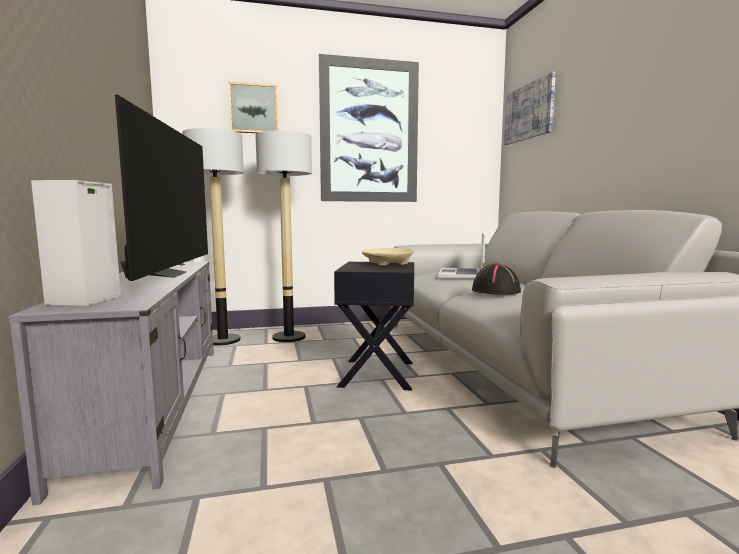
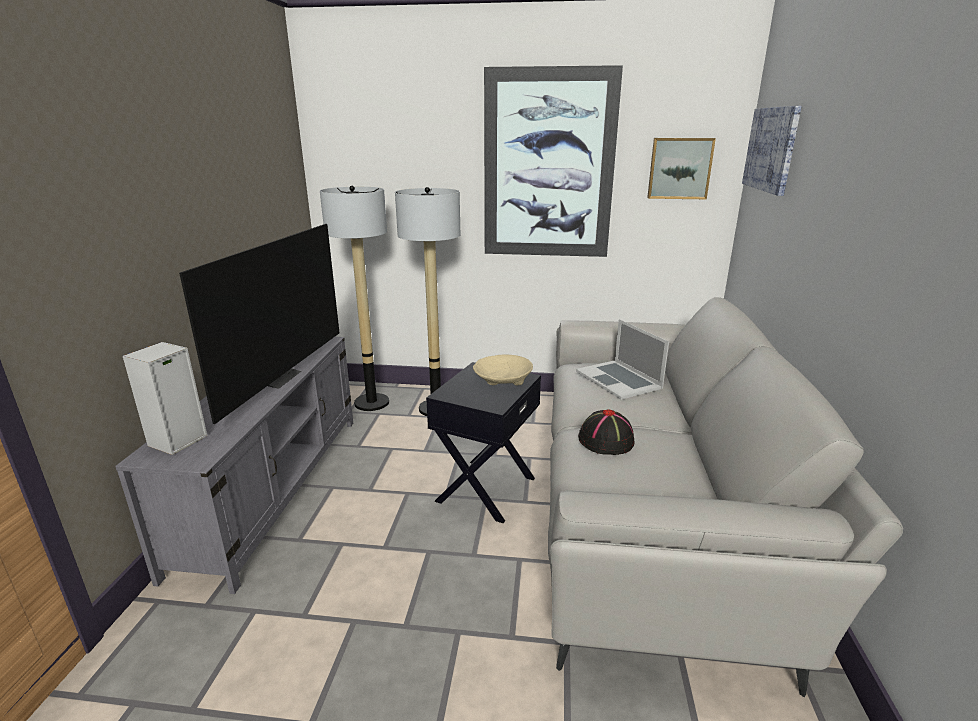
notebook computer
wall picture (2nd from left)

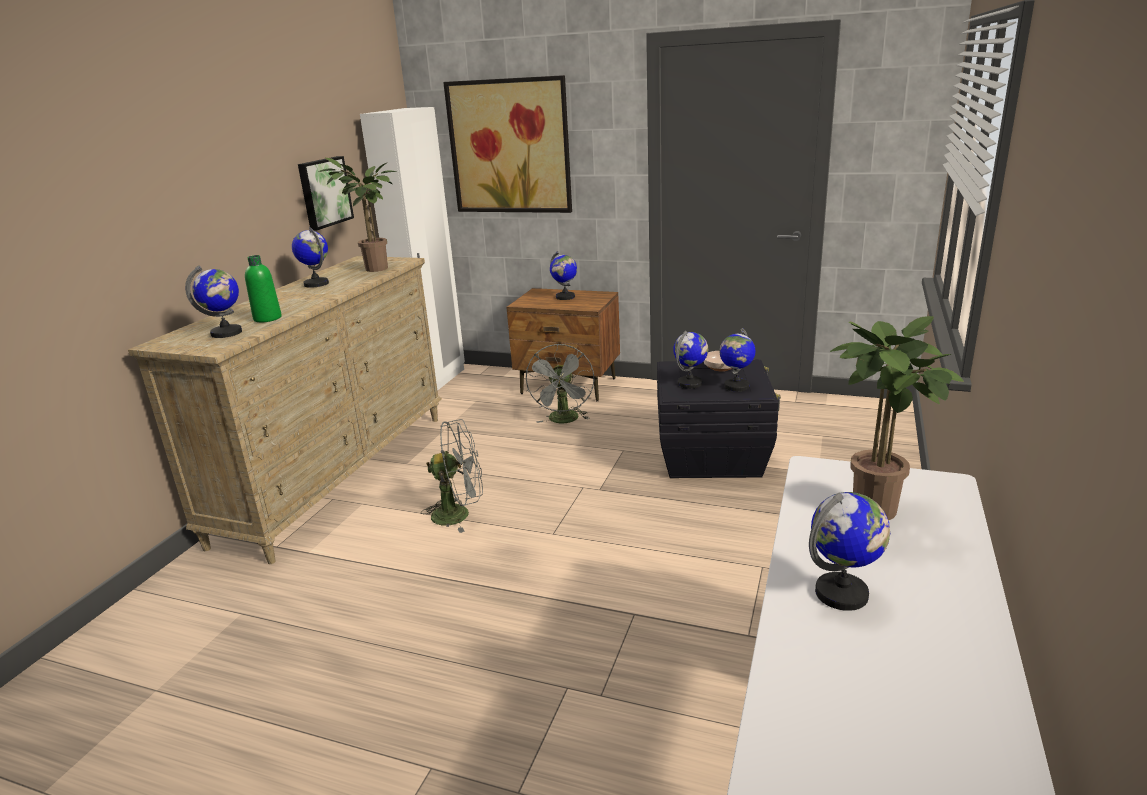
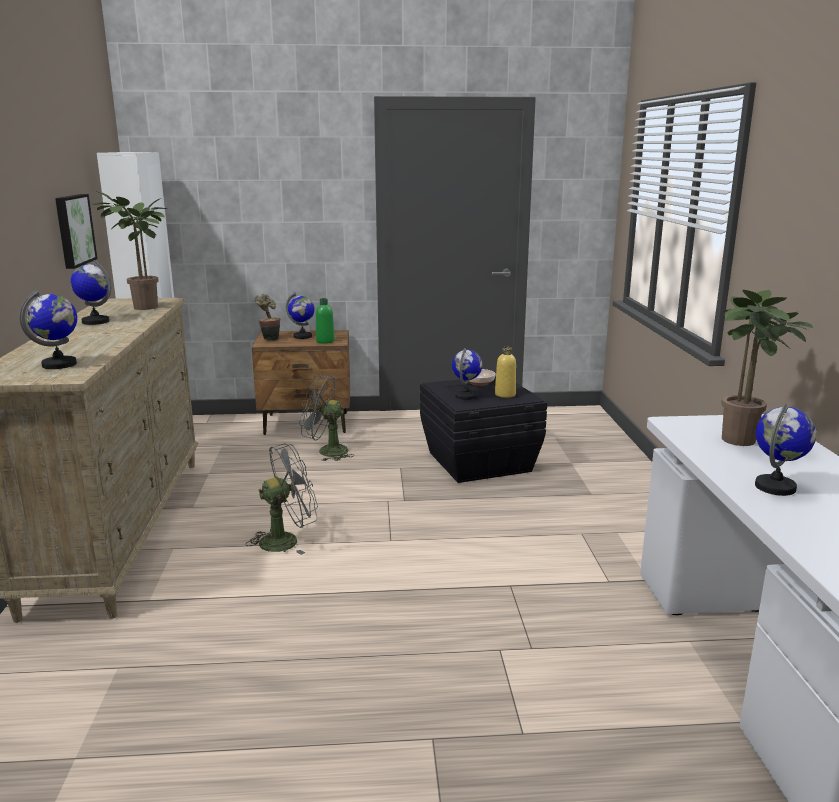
potted plant (2nd from left)
gray cooling fan (2nd from left)
green-coloured bottle
yellowish bottle
wall picture (2nd from left in the first image)

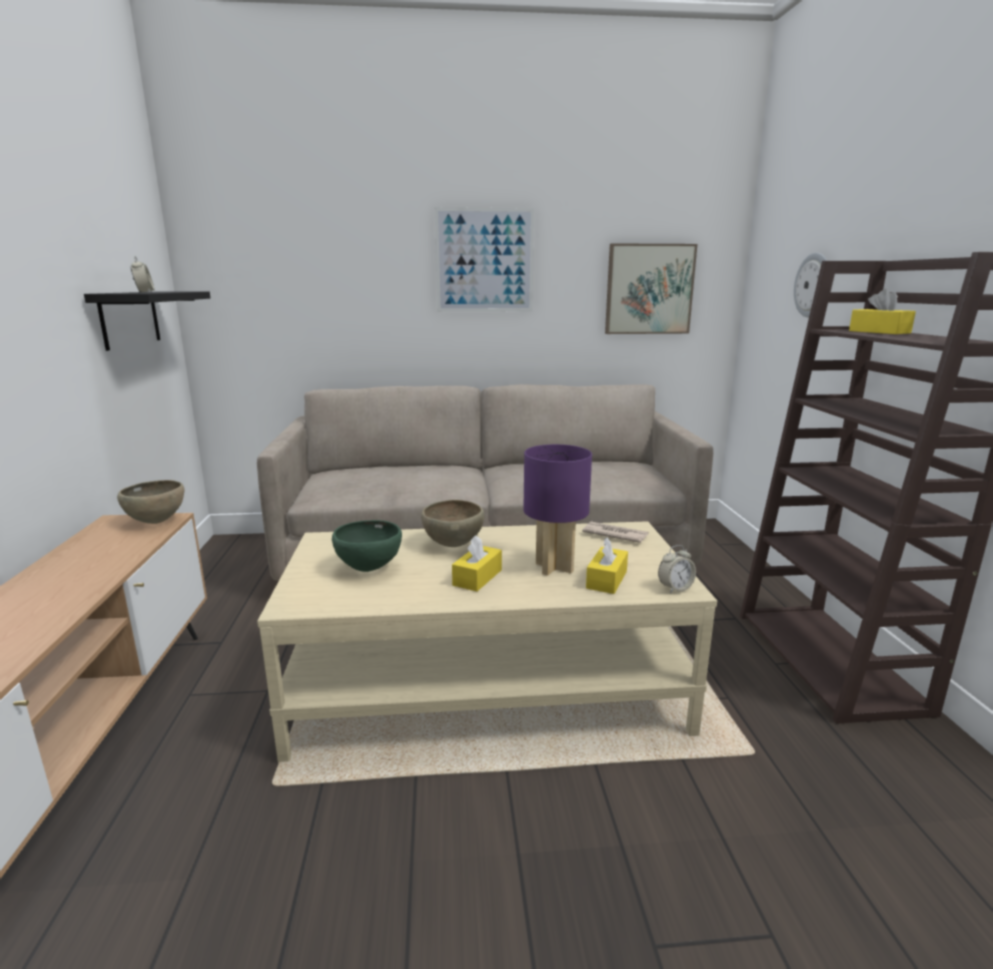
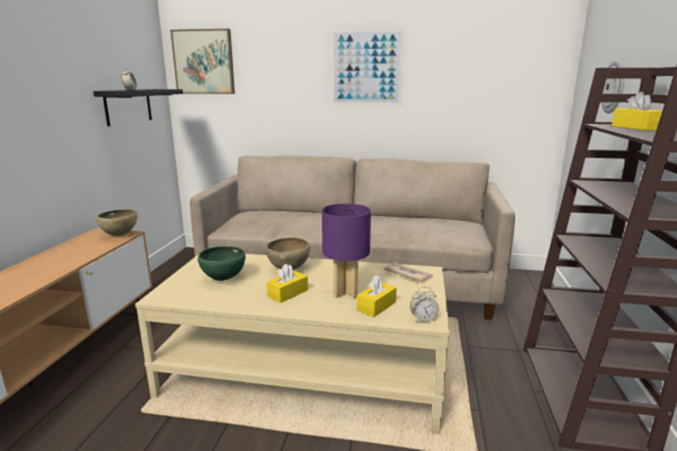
wall picture (1st from left)

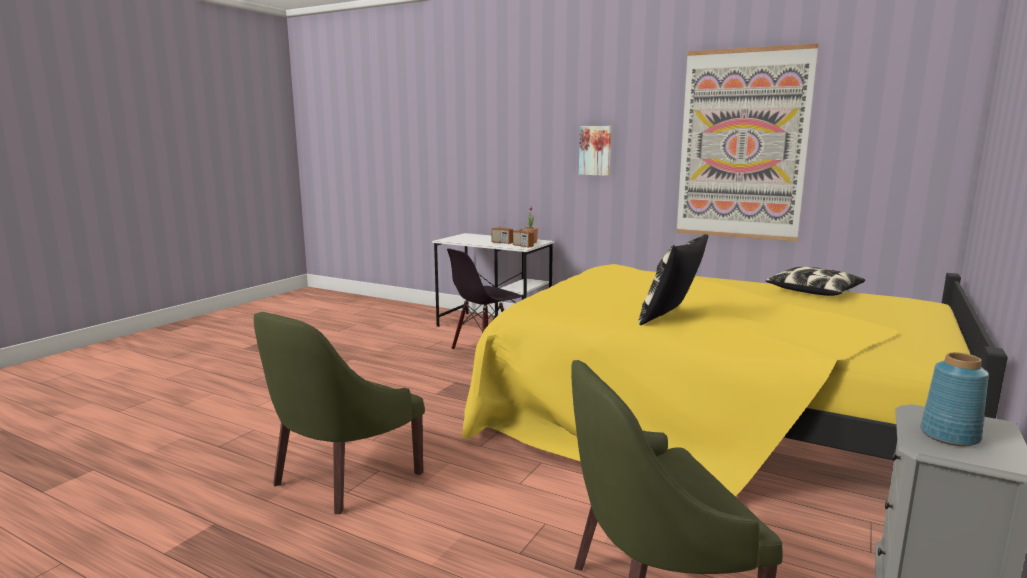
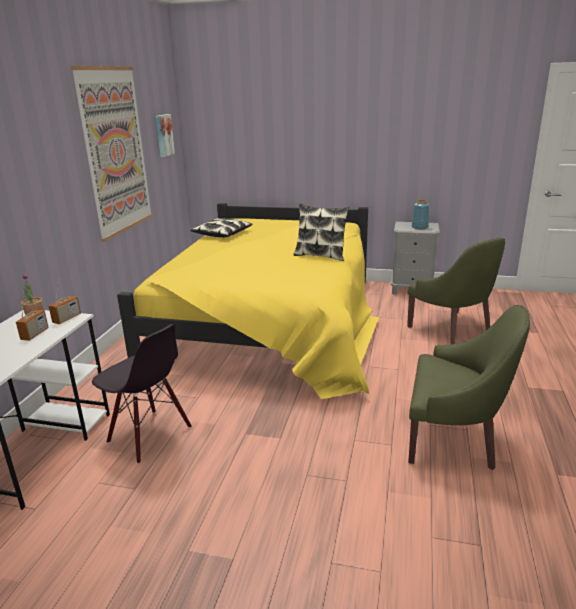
wall picture (2nd from left)

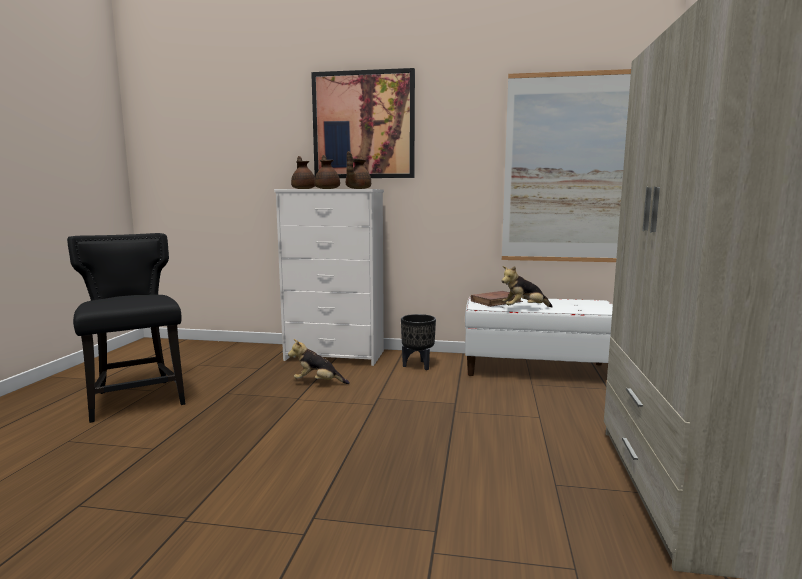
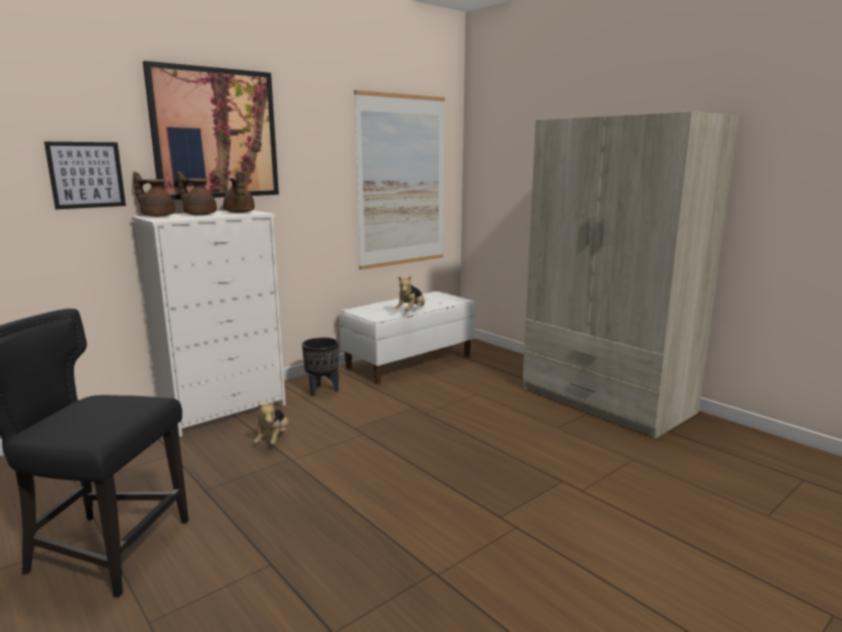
wall picture (1st from left)
plush toy (1st from left)
brownish book

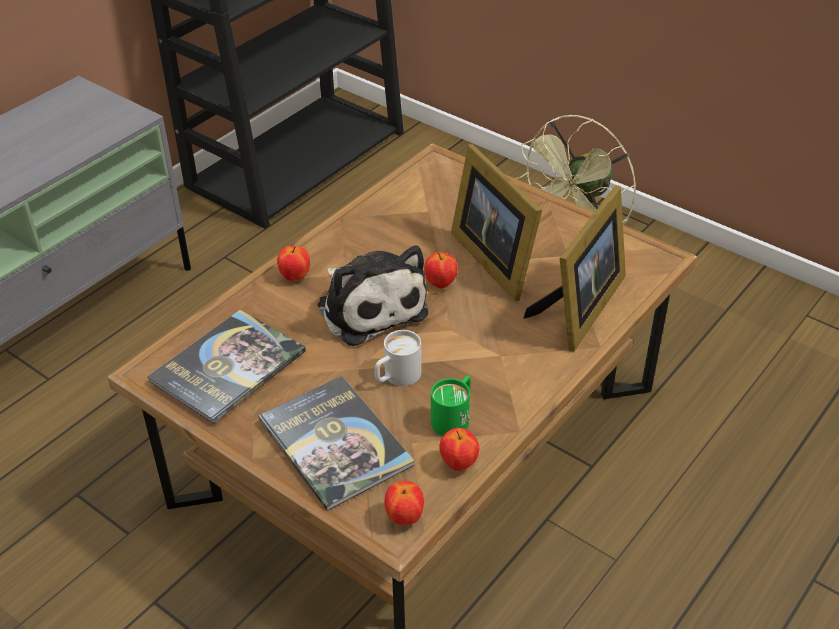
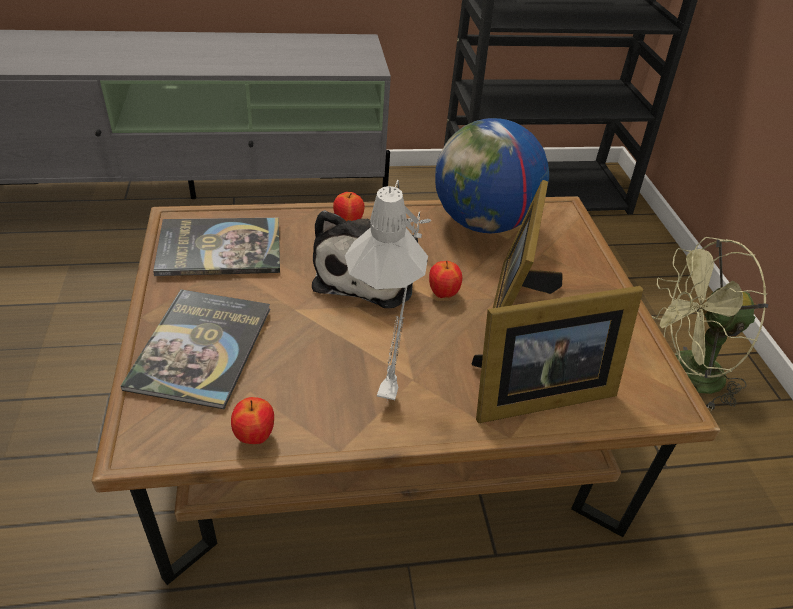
gray tabletop lamp
desk globe
white-coloured tea mug
apple (2nd from left in the first image)
green-coloured tea mug

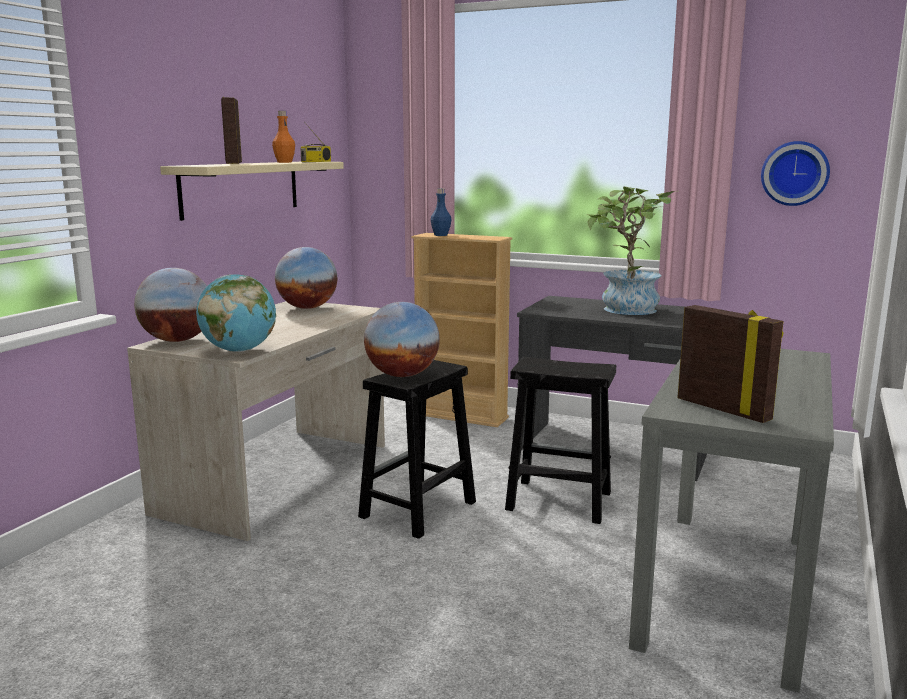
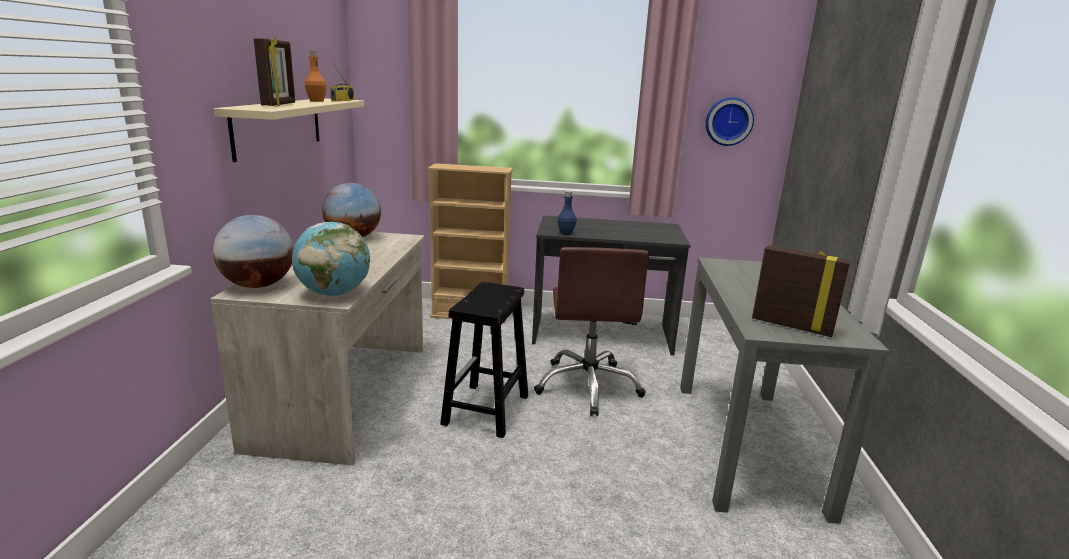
picture frame (1st from left)
brownish office chair
bluish bottle
desk globe (4th from left in the first image)
potted plant

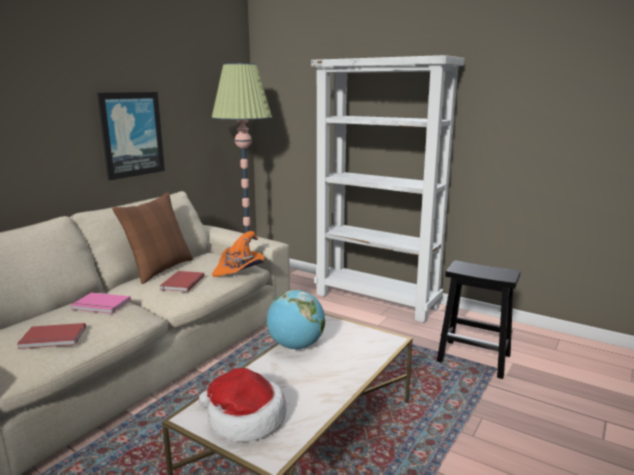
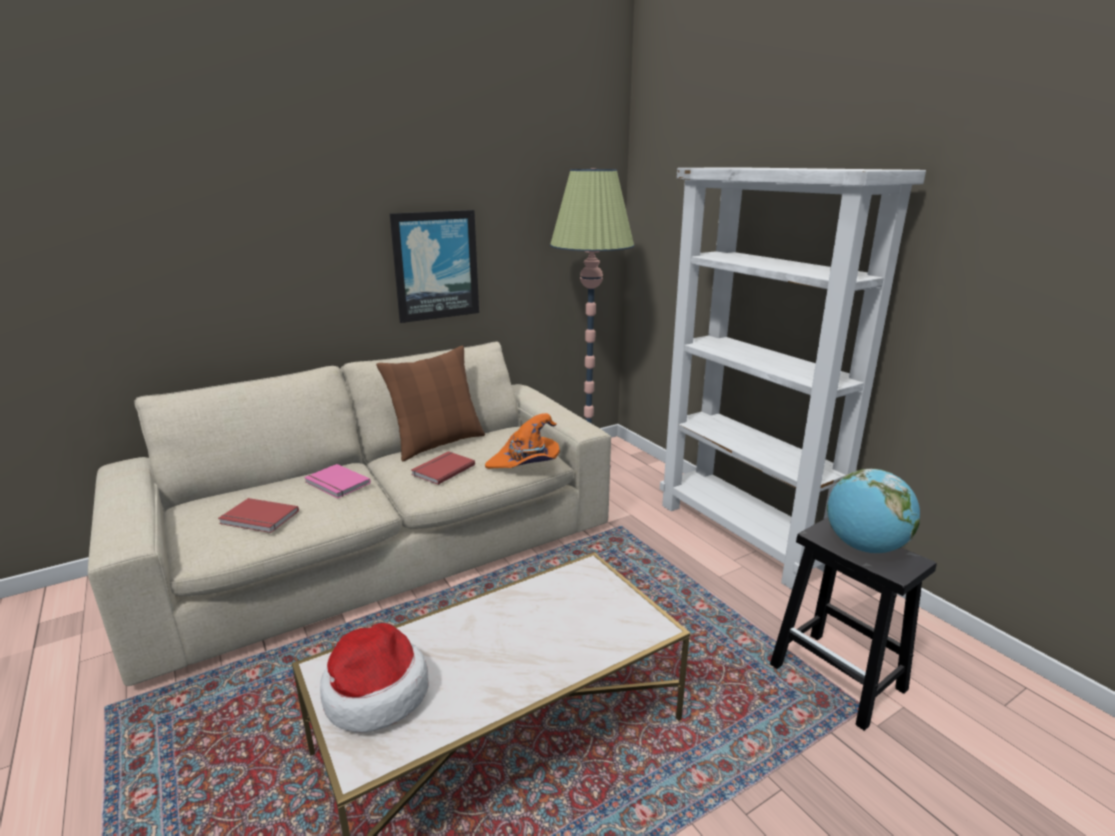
desk globe

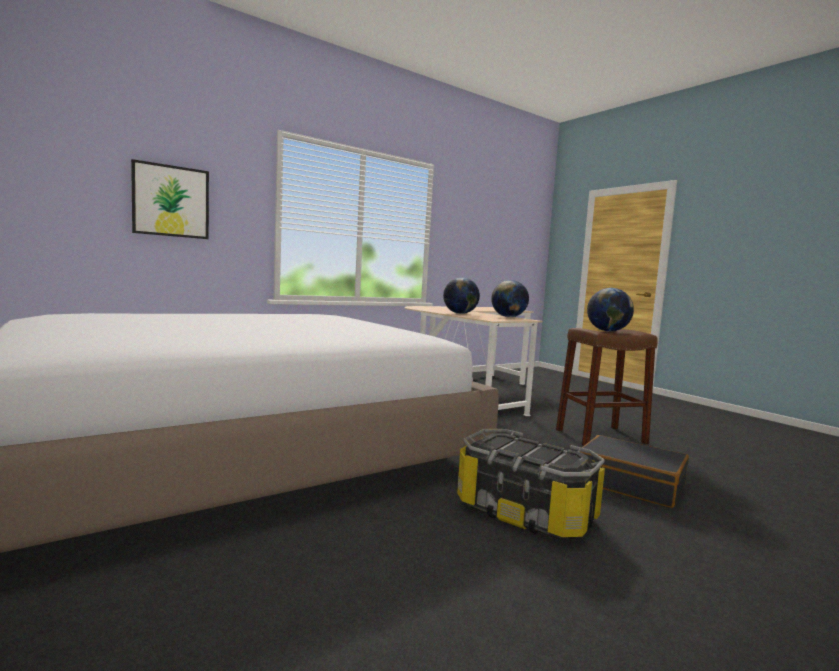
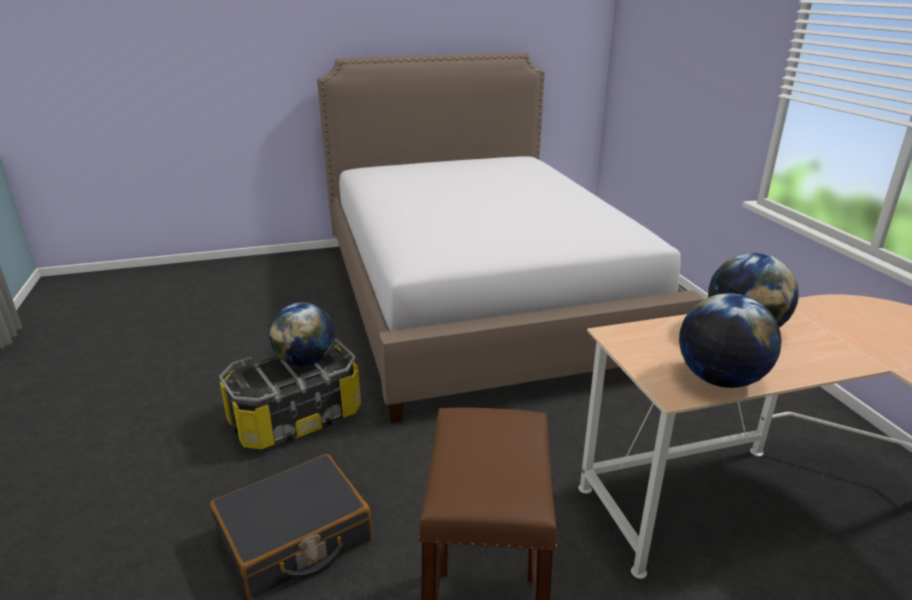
desk globe (1st from left)
wall picture

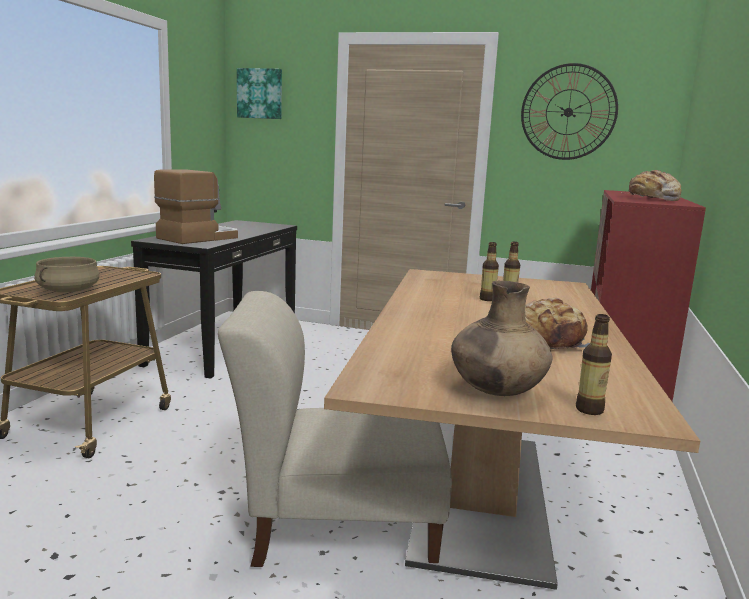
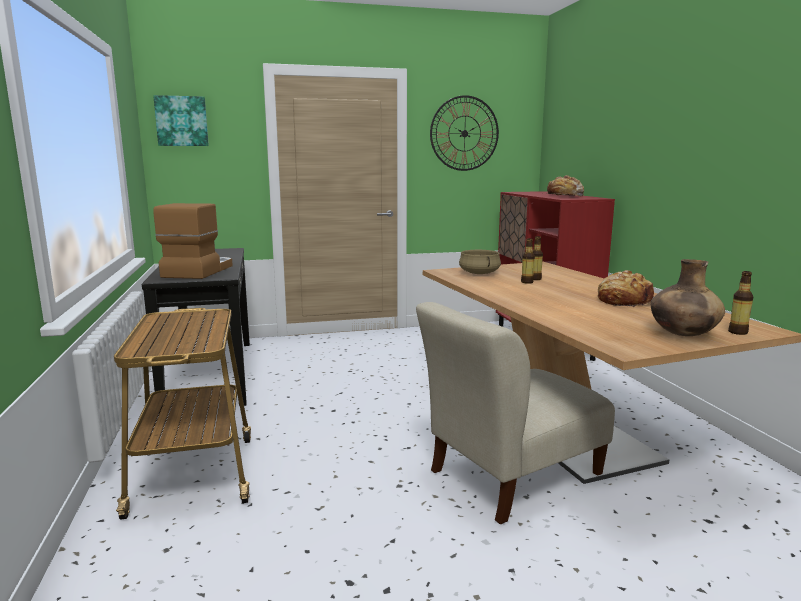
sand-coloured saucepot

